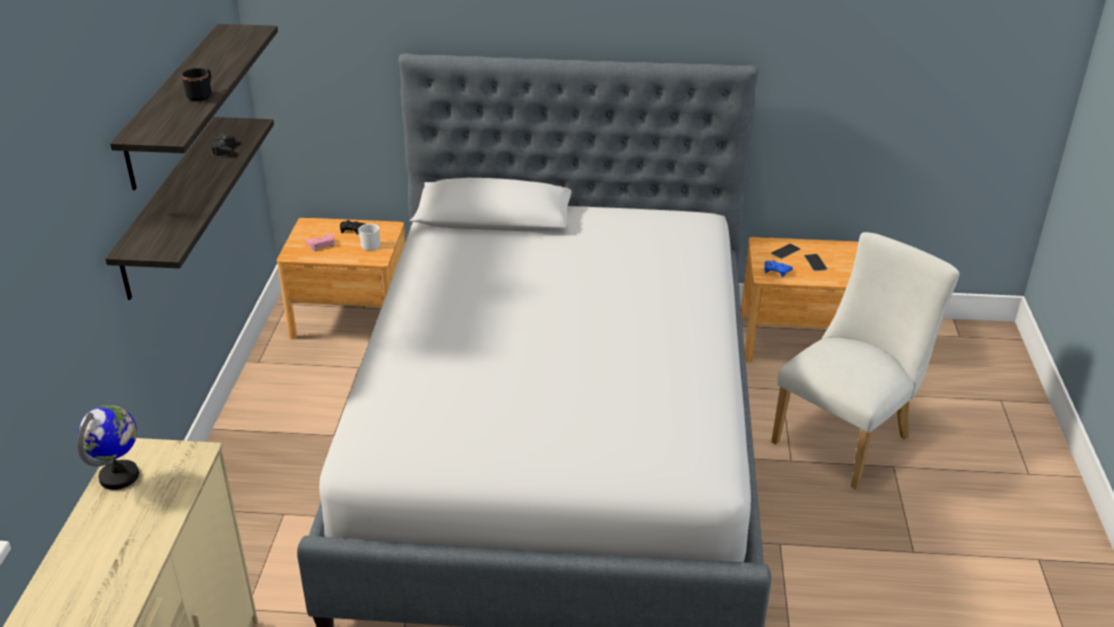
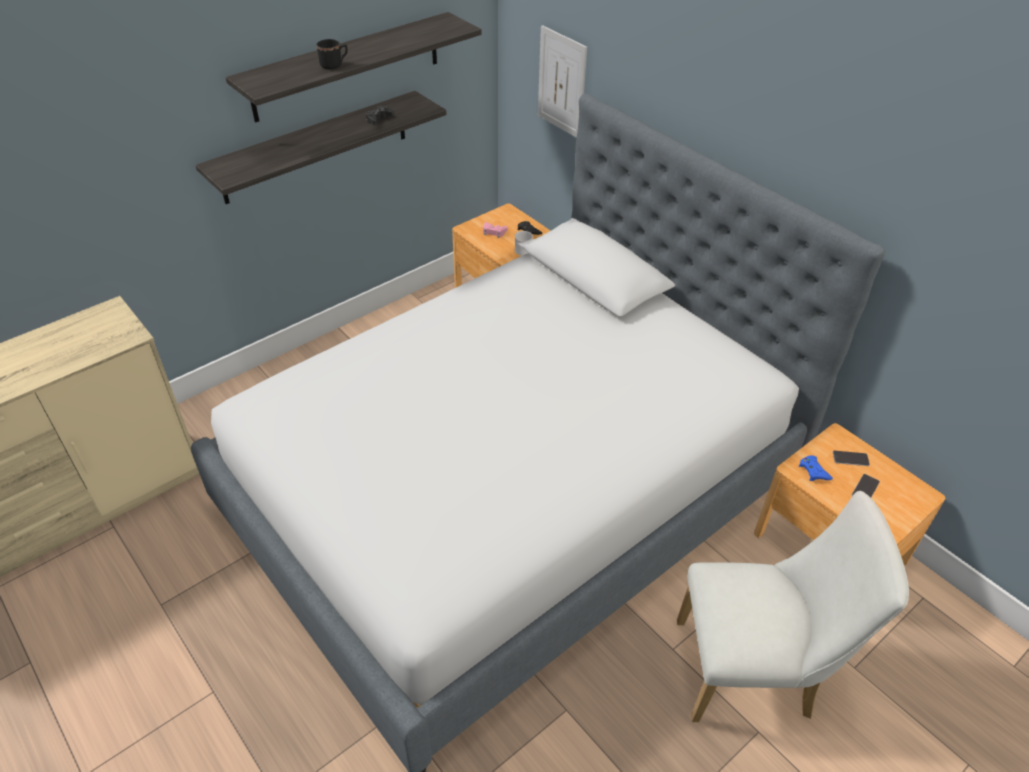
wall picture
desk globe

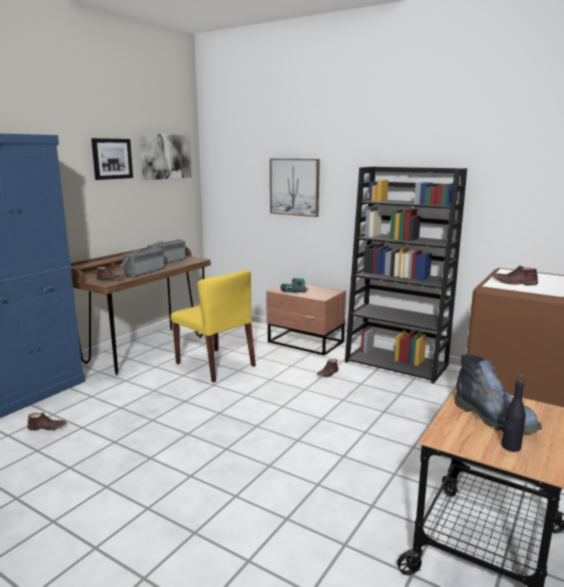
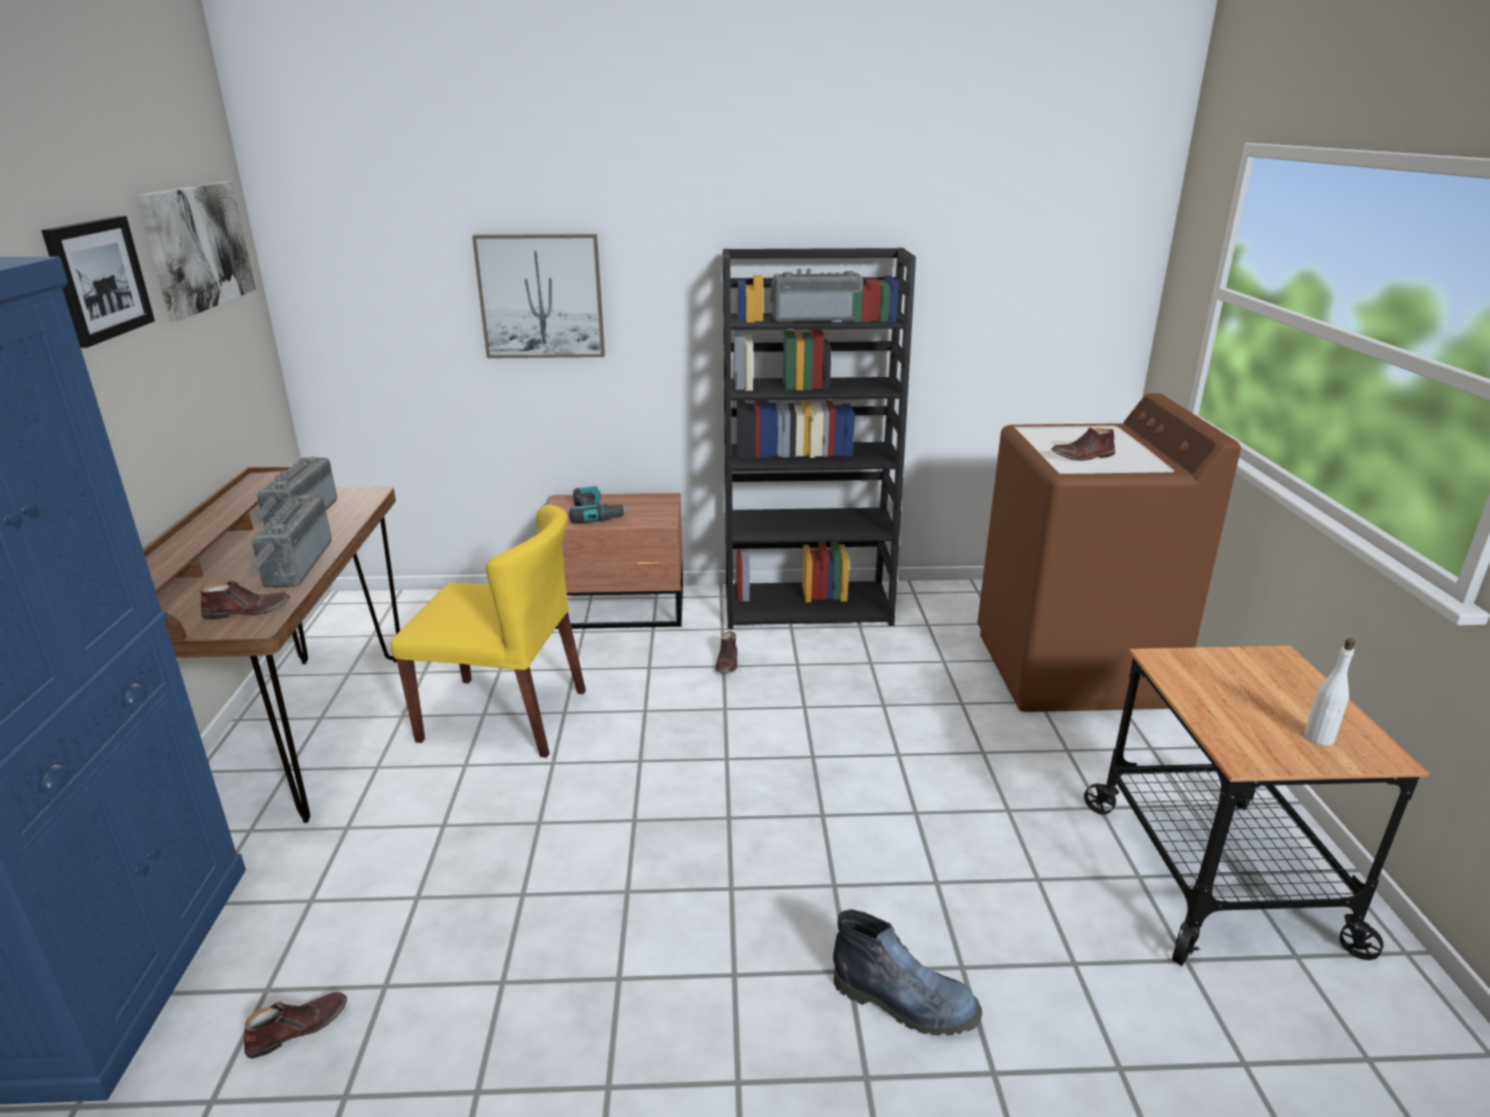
radio (3rd from left)
tall boot
white-coloured bottle

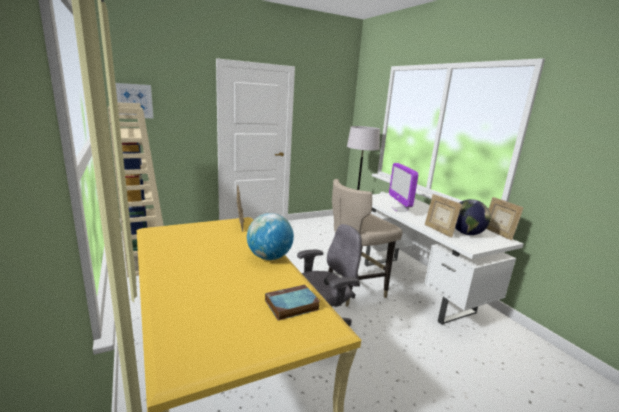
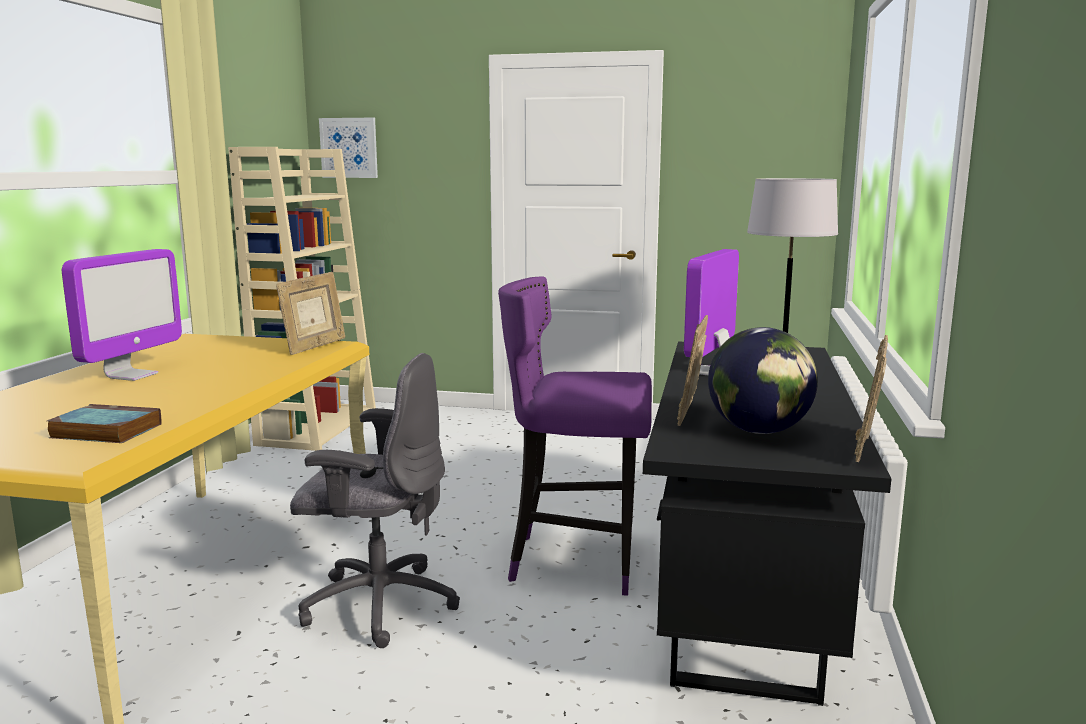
monitor (1st from left)
purple stool
black-coloured desk
desk globe (1st from left in the first image)

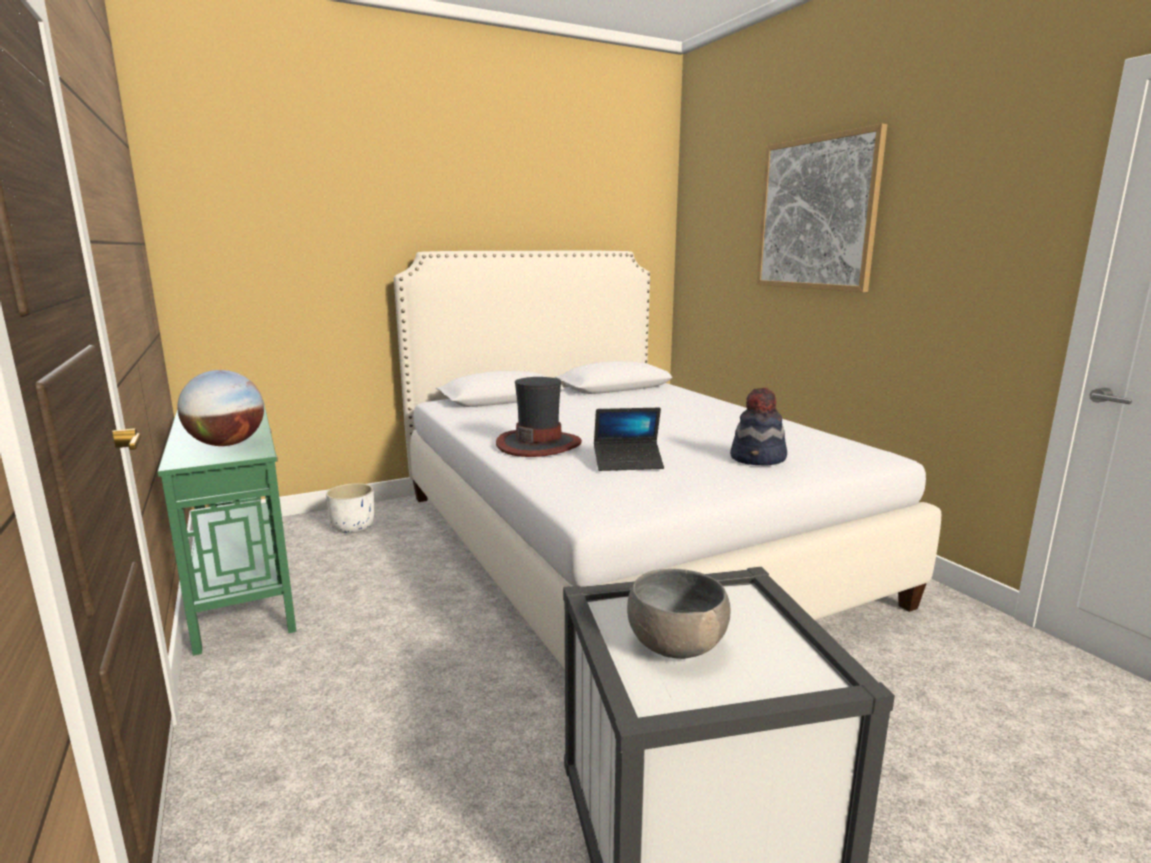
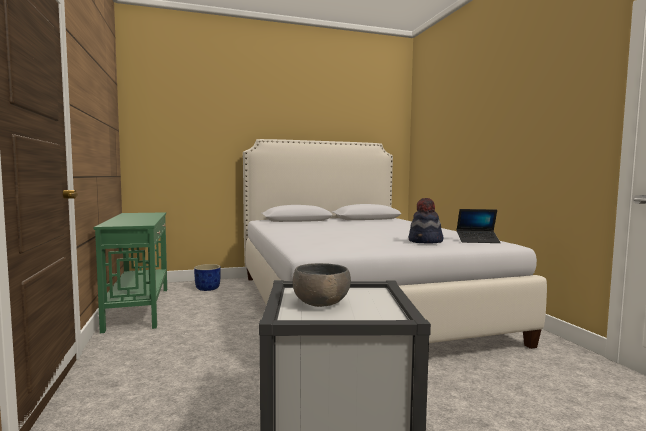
bluish planter
notebook computer
desk globe
hat (1st from left in the first image)
wall picture

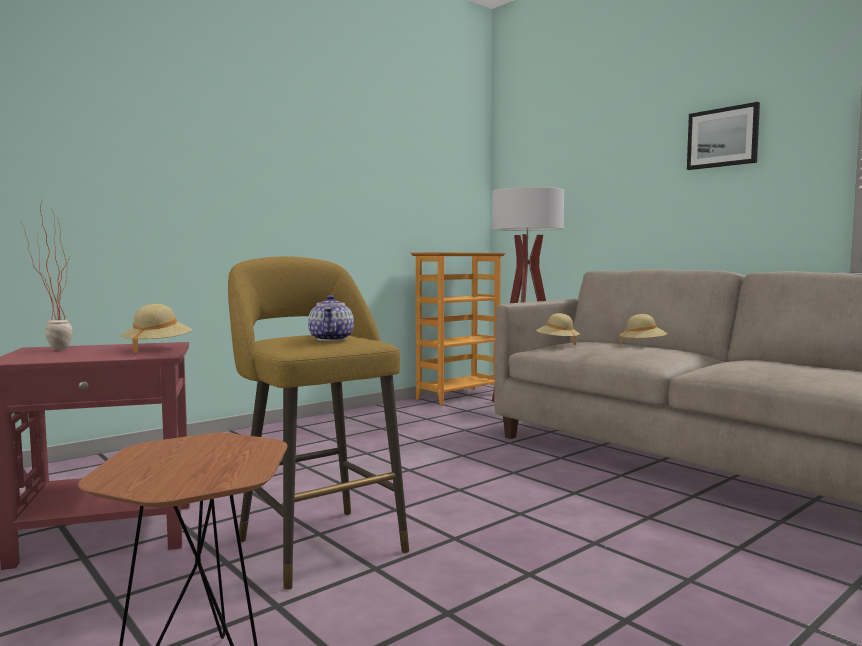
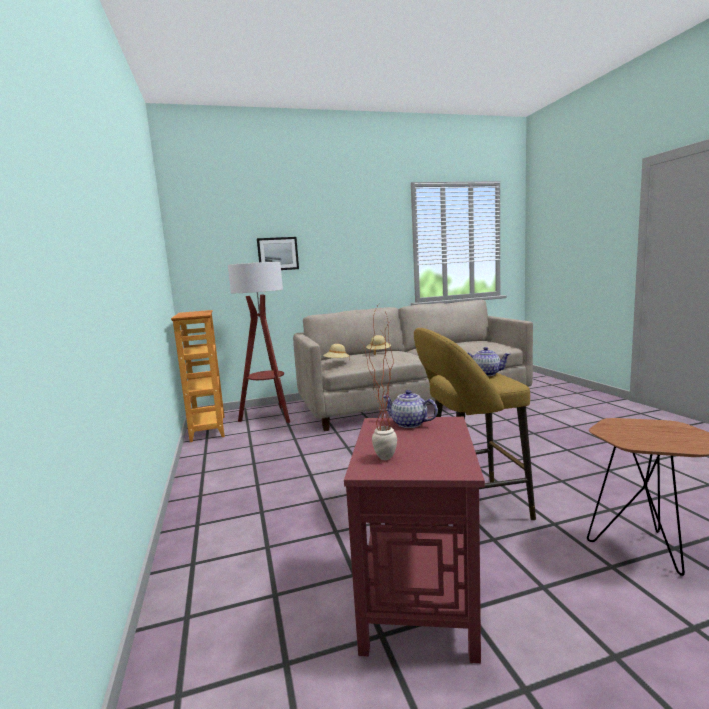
wall picture
tea pot (1st from left)

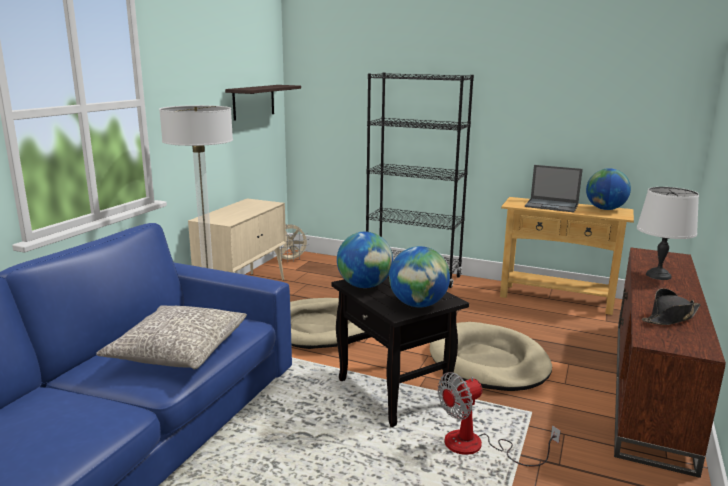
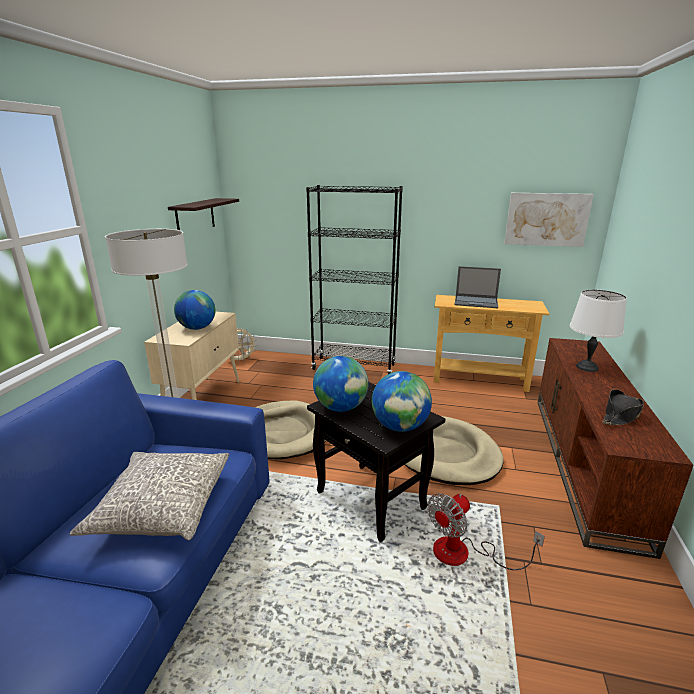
desk globe (1st from left)
wall picture

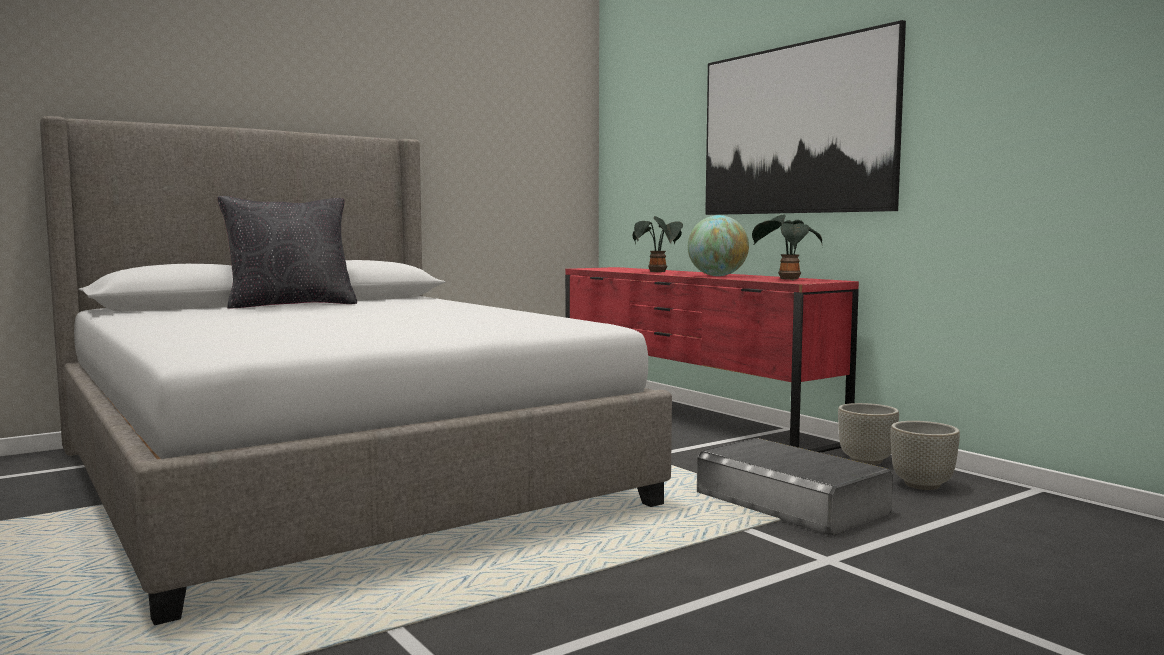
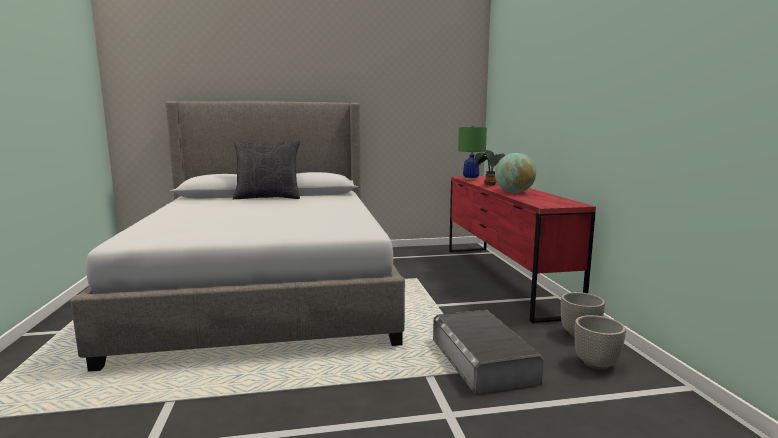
green-coloured tabletop lamp
wall picture
potted plant (2nd from left in the first image)

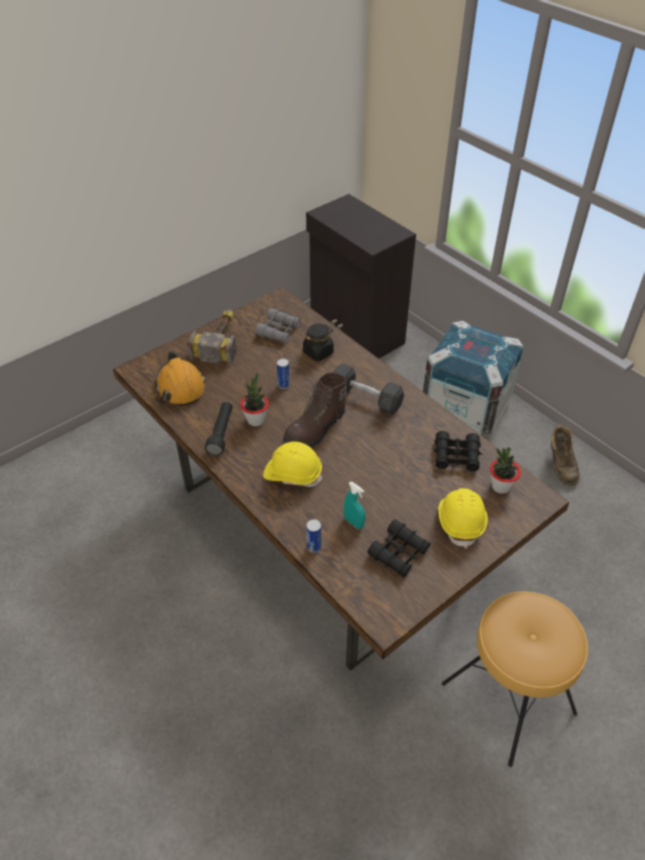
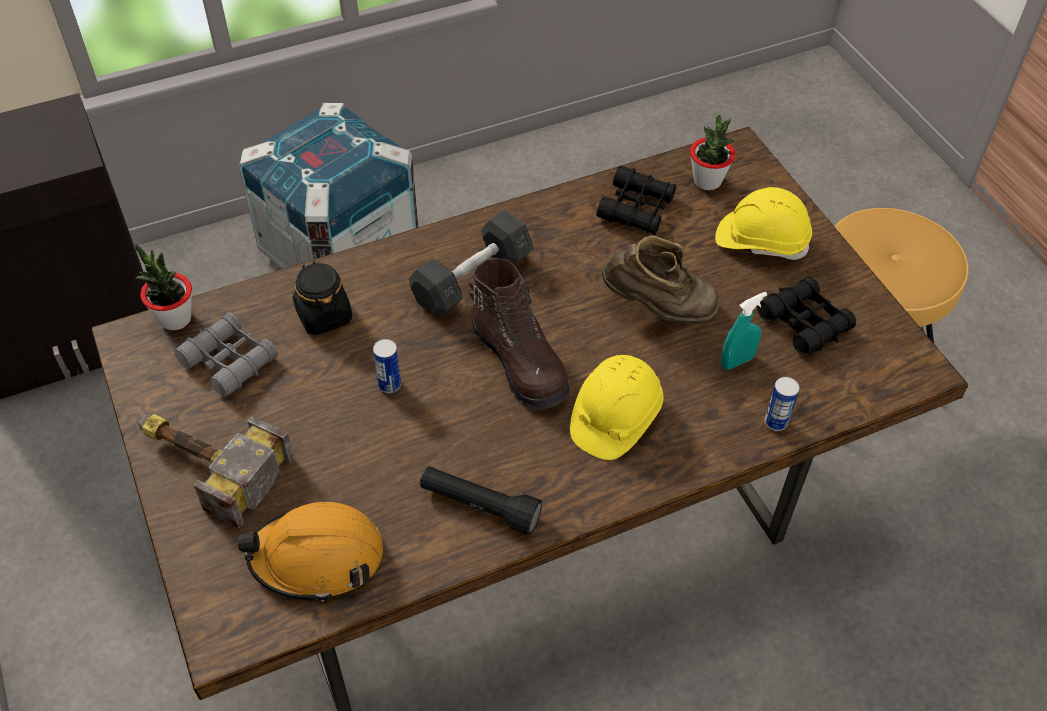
potted plant (1st from left)
brownish tall boot (2nd from left)

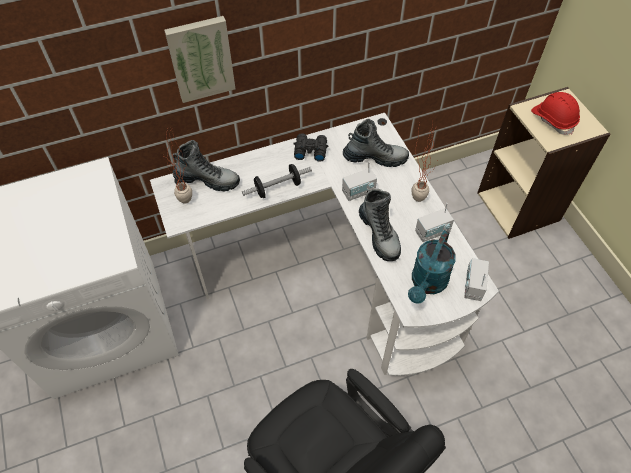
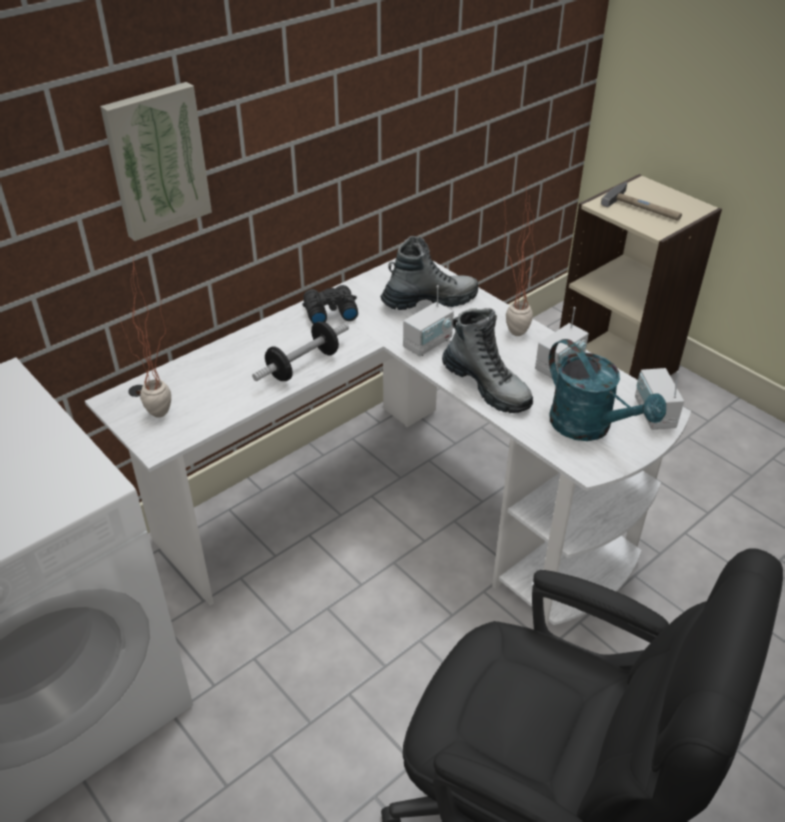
blue-green watering pot
tool hammer
tall boot (1st from left in the first image)

